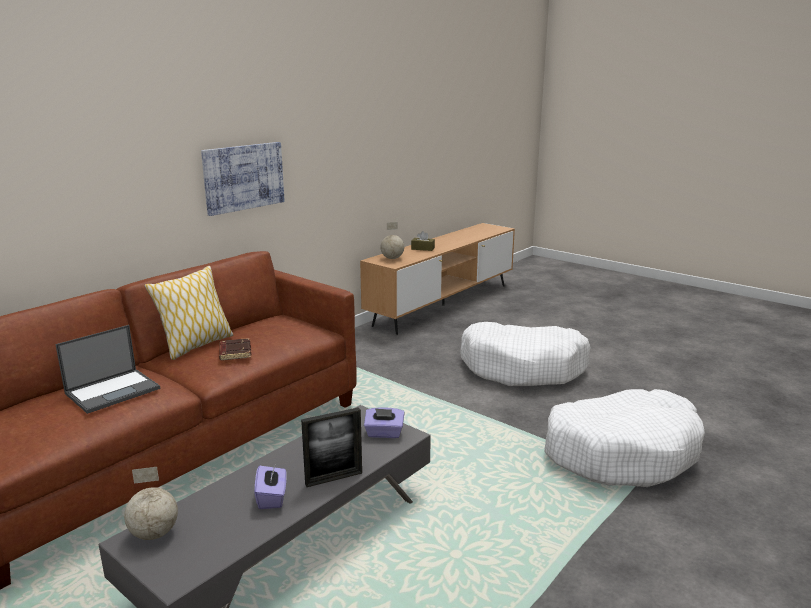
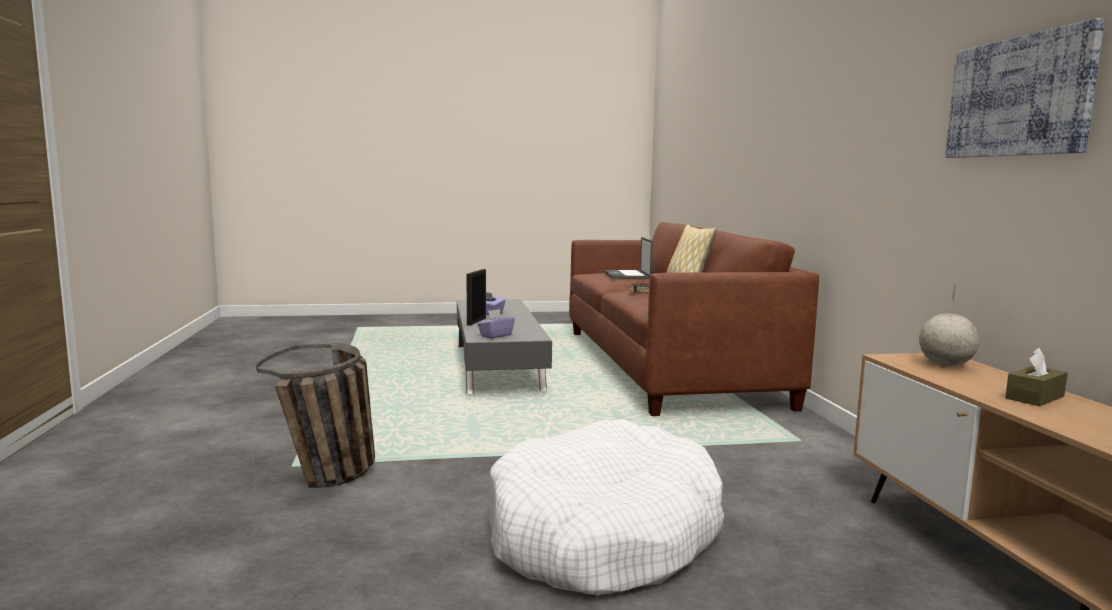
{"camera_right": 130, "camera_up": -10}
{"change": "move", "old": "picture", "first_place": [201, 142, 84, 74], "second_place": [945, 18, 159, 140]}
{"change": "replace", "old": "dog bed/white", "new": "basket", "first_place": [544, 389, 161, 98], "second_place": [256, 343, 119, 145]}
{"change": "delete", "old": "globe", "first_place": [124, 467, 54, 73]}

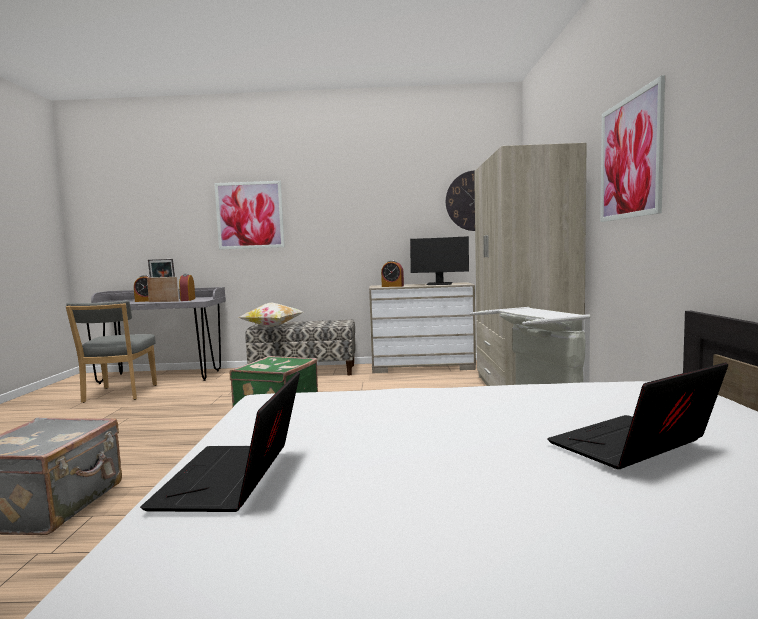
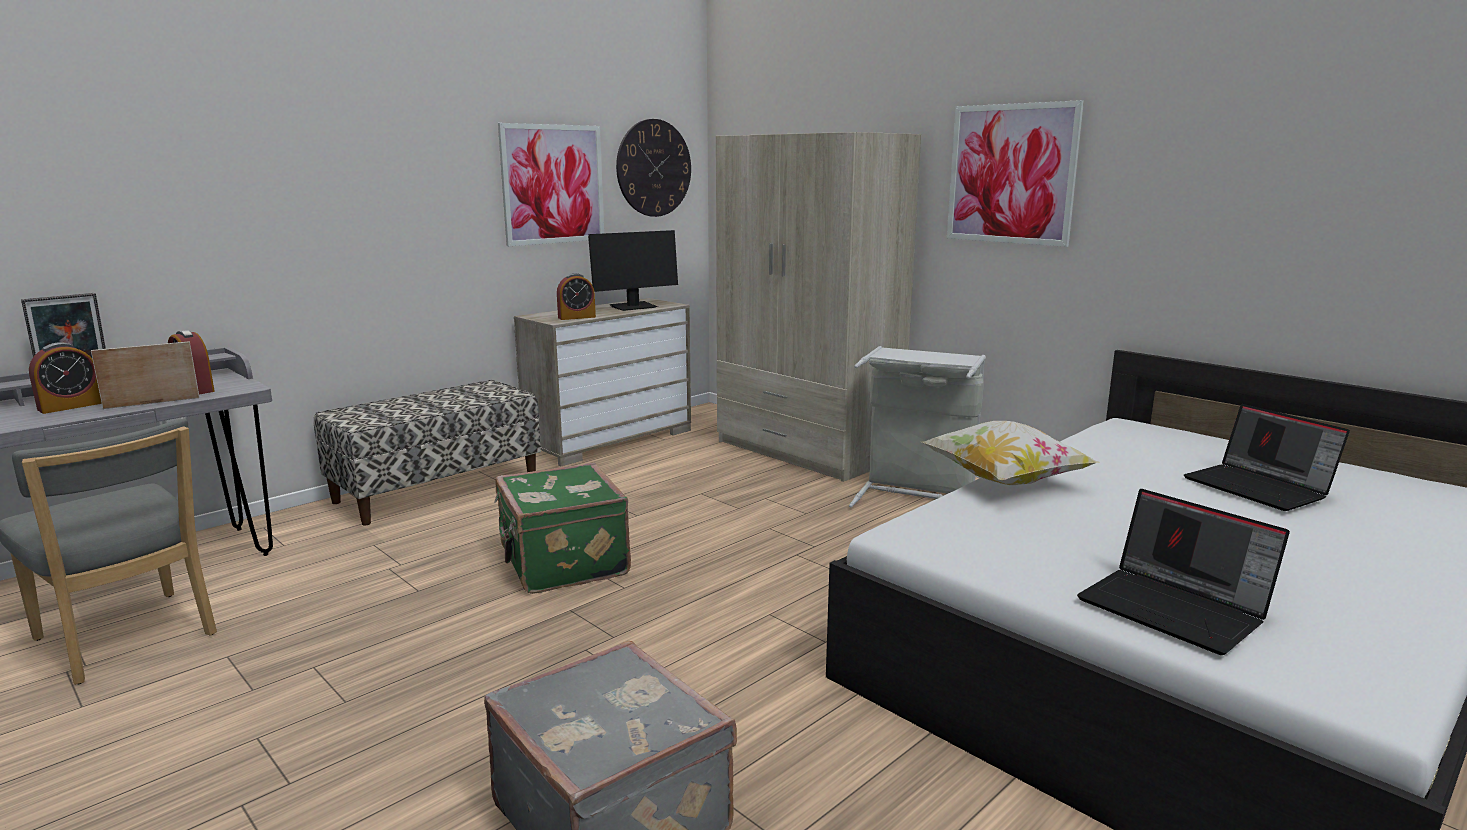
{"camera_right": -45, "camera_up": 10}
{"change": "move", "old": "picture", "first_place": [214, 181, 71, 69], "second_place": [498, 123, 106, 123]}
{"change": "move", "old": "pillow", "first_place": [238, 302, 65, 25], "second_place": [922, 421, 177, 64]}
{"change": "rotate", "old": "laptop", "first_place": [547, 362, 181, 107], "second_place": [1184, 404, 166, 107], "degrees": -45}

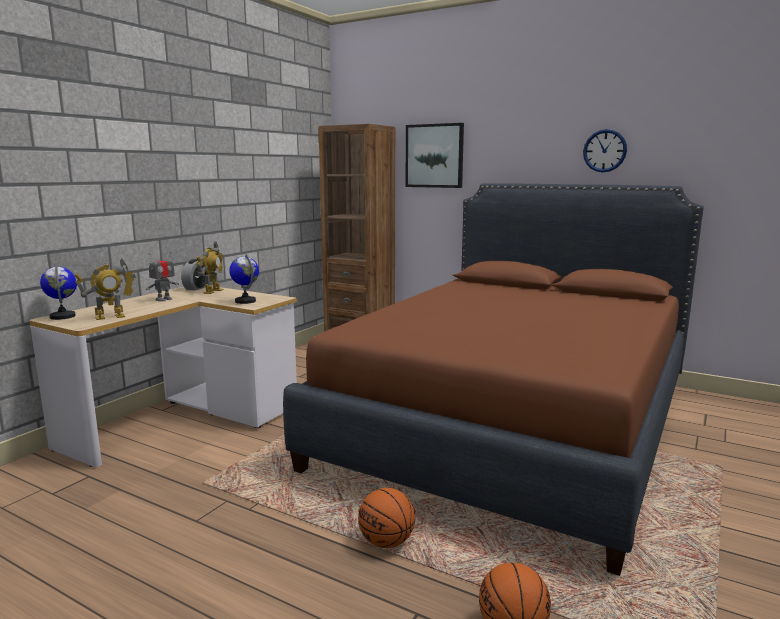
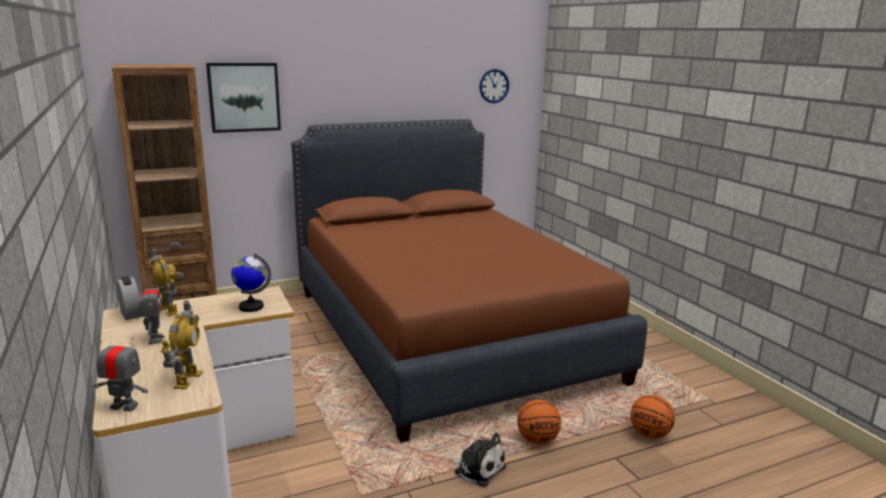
{"camera_right": -55, "camera_up": 5}
{"change": "move", "old": "wall clock", "first_place": [583, 129, 44, 43], "second_place": [479, 69, 30, 34]}
{"change": "replace", "old": "globe", "new": "toy robot", "first_place": [40, 264, 37, 56], "second_place": [94, 336, 54, 75]}
{"change": "insert", "new": "plush toy", "second_place": [449, 433, 58, 54]}

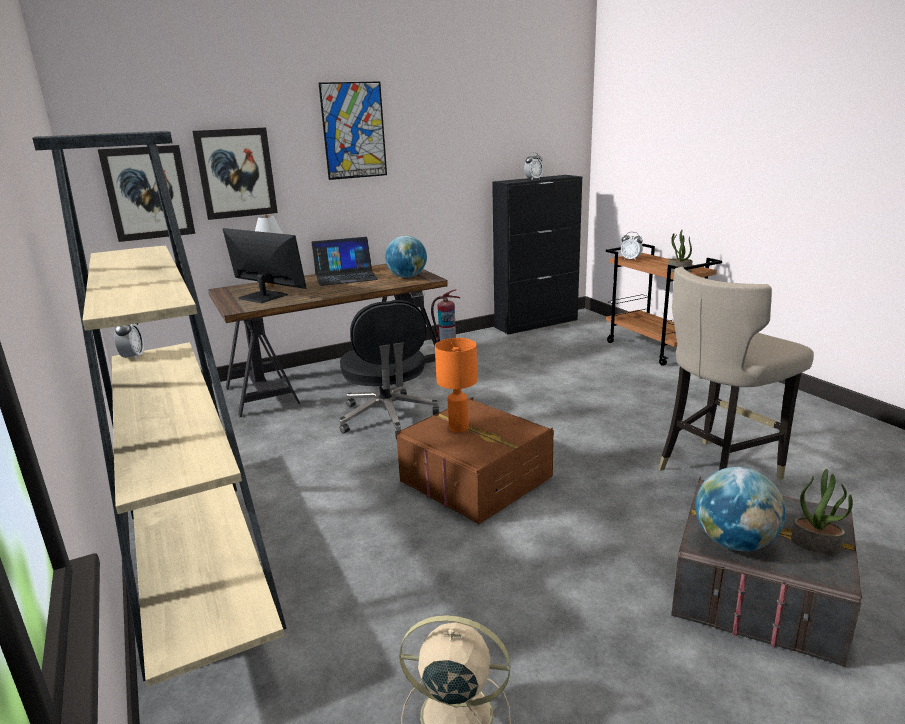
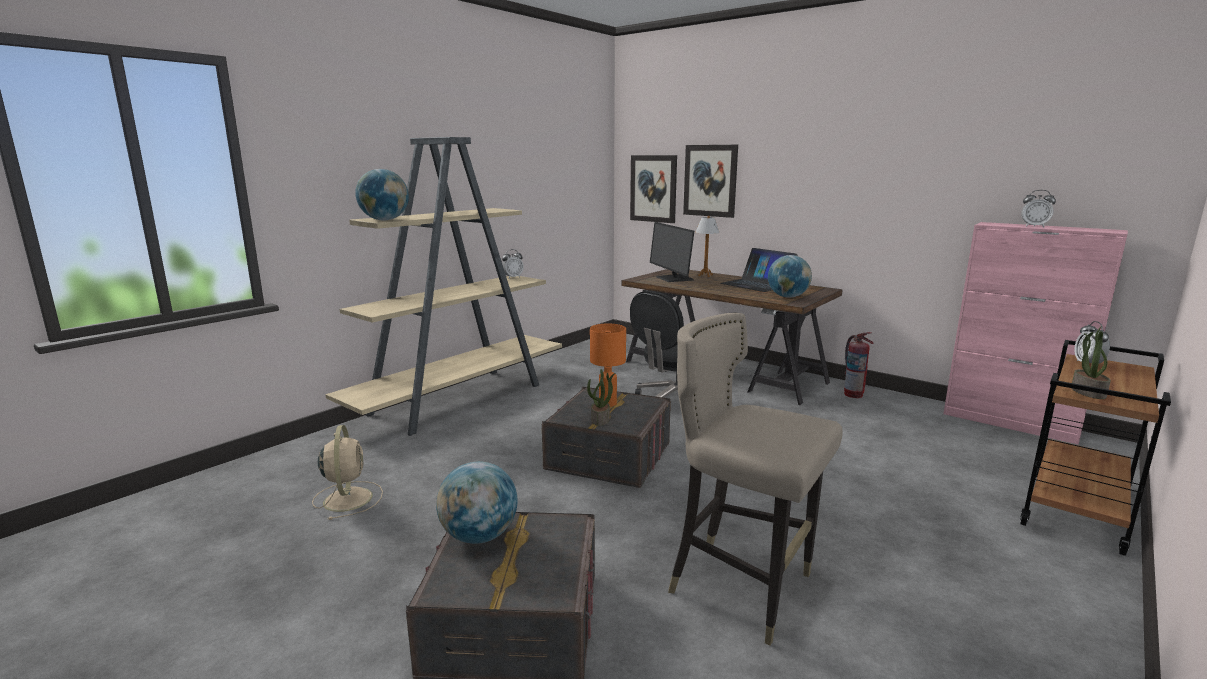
{"camera_right": 65, "camera_up": -5}
{"change": "delete", "old": "picture", "first_place": [319, 82, 68, 98]}
{"change": "recolor", "old": "cabinet/black", "new": "cabinet/pink", "first_place": [492, 175, 91, 160], "second_place": [943, 222, 185, 223]}
{"change": "rotate", "old": "monitor", "first_place": [223, 228, 84, 75], "second_place": [650, 222, 44, 60], "degrees": 150}
{"change": "recolor", "old": "storage box/brown", "new": "storage box/grey", "first_place": [396, 397, 158, 127], "second_place": [542, 387, 129, 101]}
{"change": "move", "old": "potted plant", "first_place": [791, 469, 62, 85], "second_place": [587, 369, 29, 57]}
{"change": "insert", "new": "globe", "second_place": [355, 169, 54, 51]}

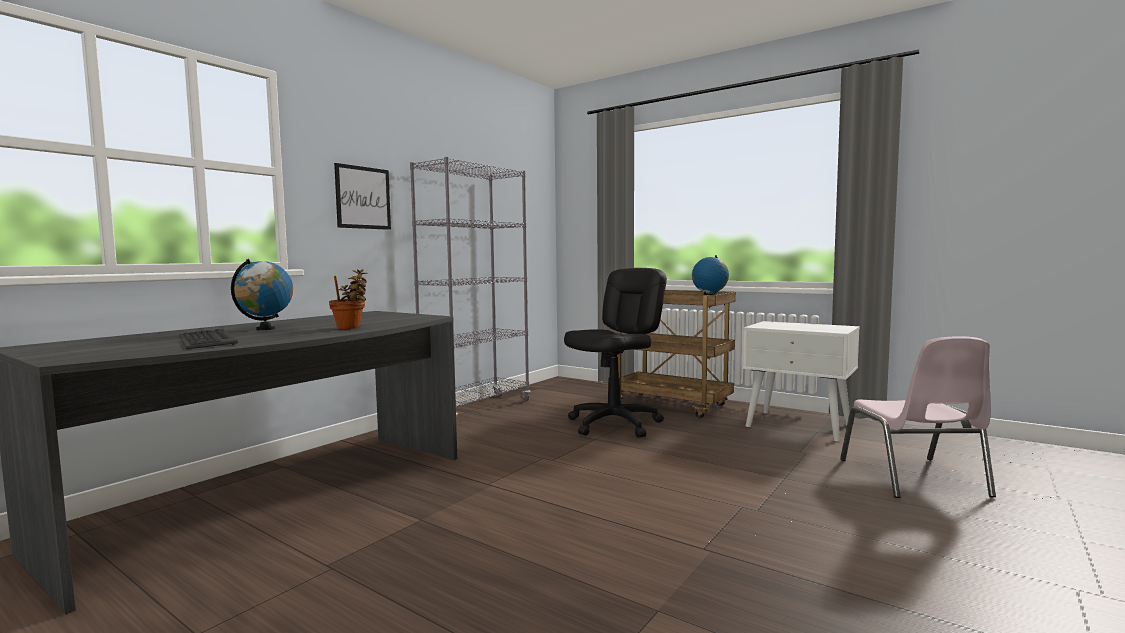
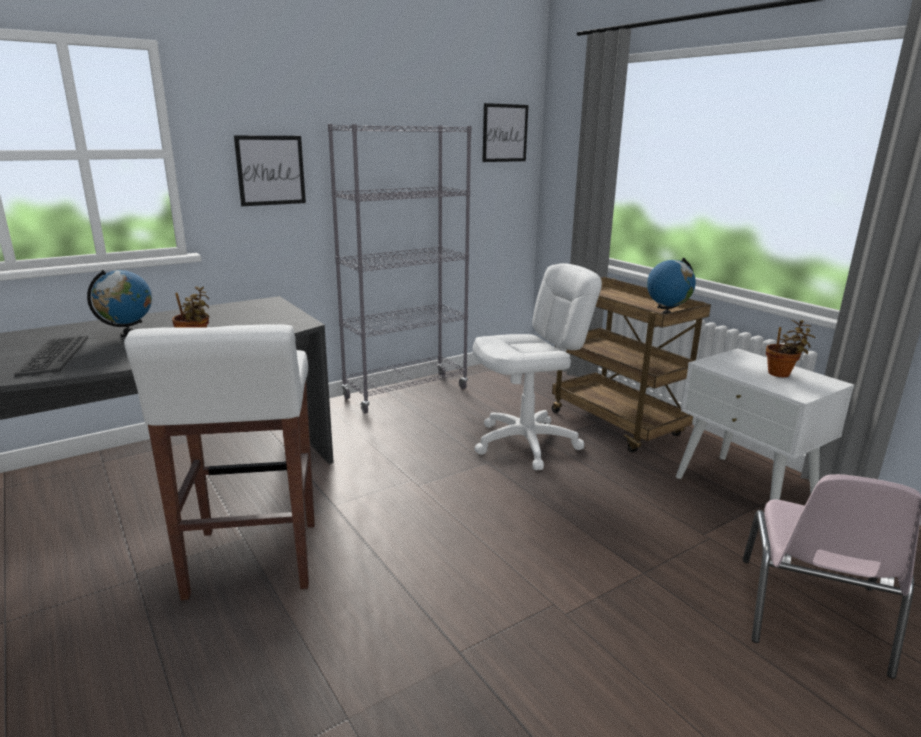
{"camera_right": 20, "camera_up": 15}
{"change": "recolor", "old": "office chair/black", "new": "office chair/white", "first_place": [564, 268, 103, 170], "second_place": [473, 263, 129, 207]}
{"change": "insert", "new": "picture", "second_place": [482, 103, 46, 59]}
{"change": "insert", "new": "potted plant", "second_place": [766, 320, 49, 57]}
{"change": "insert", "new": "stool/white", "second_place": [124, 324, 191, 276]}

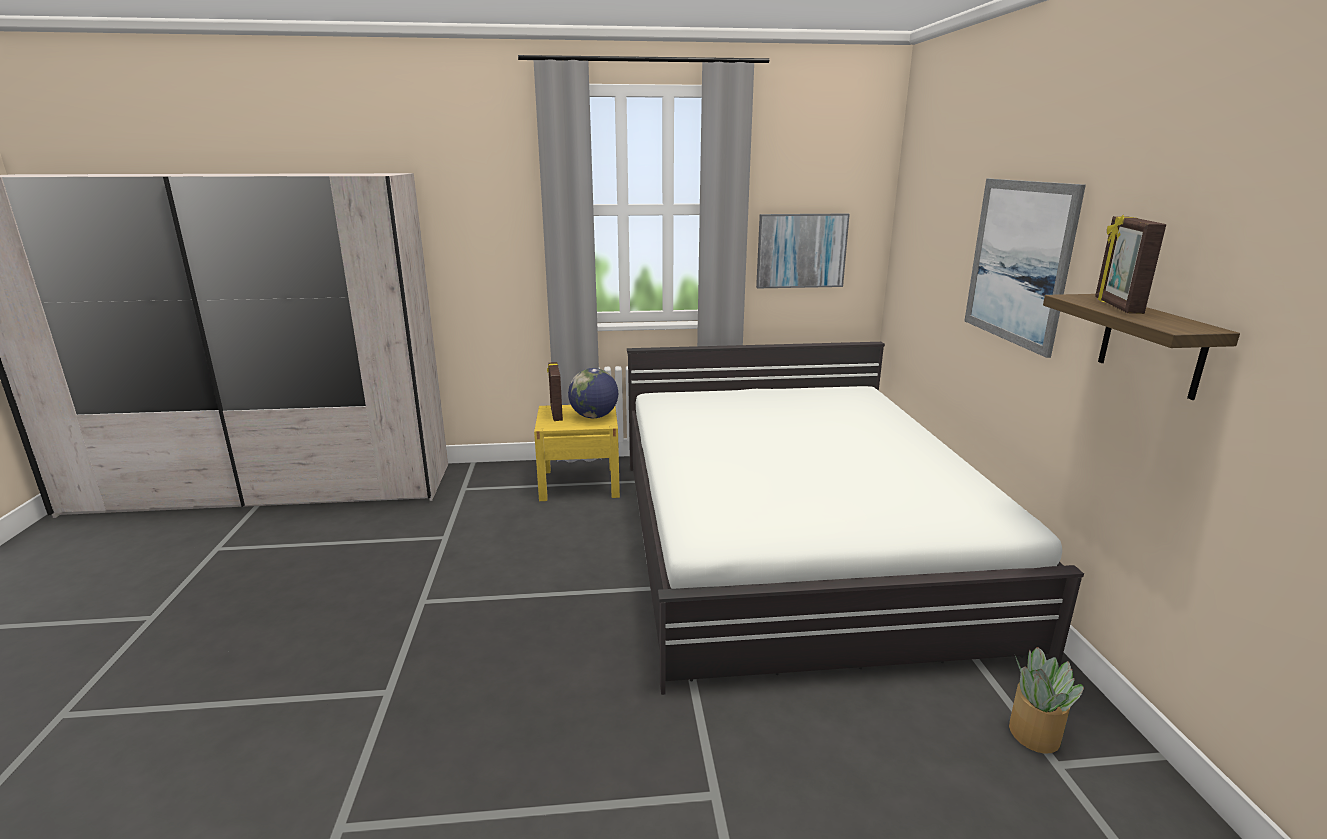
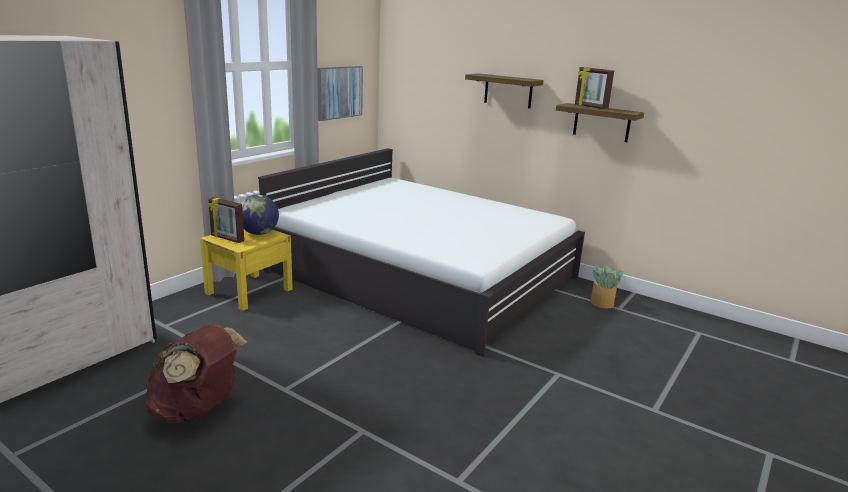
{"camera_right": -50, "camera_up": 0}
{"change": "replace", "old": "picture", "new": "shelf", "first_place": [964, 179, 122, 179], "second_place": [465, 73, 79, 36]}
{"change": "insert", "new": "backpack/brown", "second_place": [145, 325, 102, 98]}

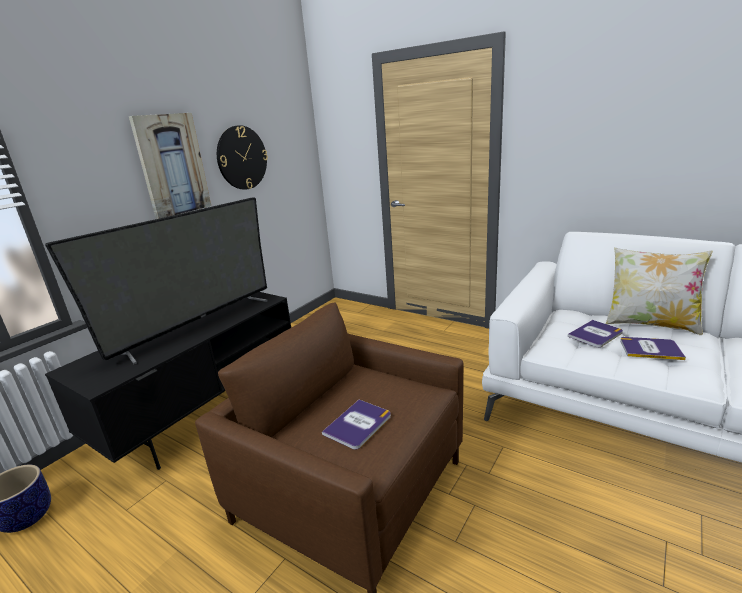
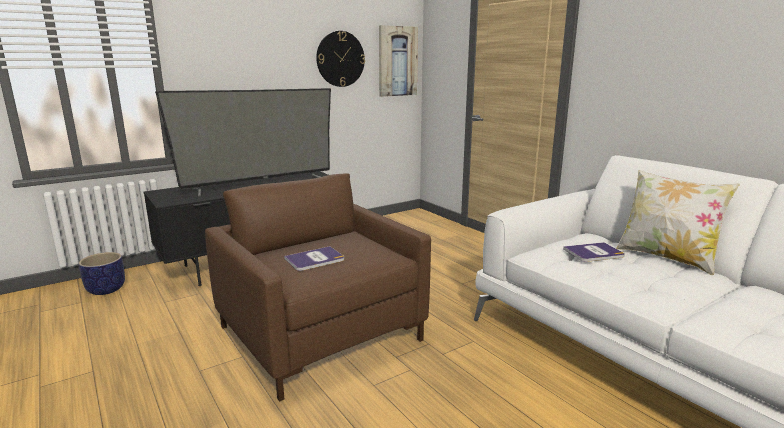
{"camera_right": 20, "camera_up": -5}
{"change": "move", "old": "picture", "first_place": [129, 113, 82, 106], "second_place": [379, 25, 39, 72]}
{"change": "delete", "old": "book", "first_place": [620, 337, 66, 23]}

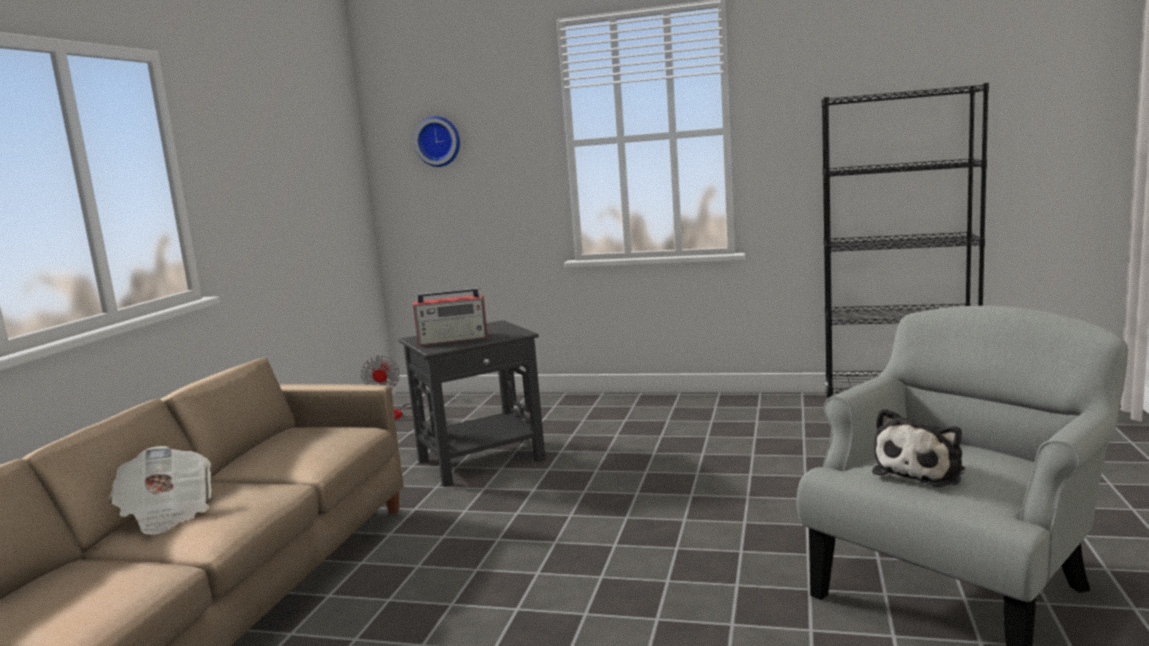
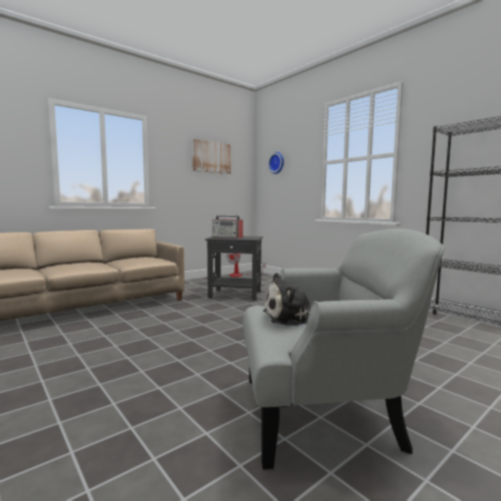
{"camera_right": 35, "camera_up": -5}
{"change": "delete", "old": "newspaper", "first_place": [109, 446, 103, 89]}
{"change": "insert", "new": "picture", "second_place": [192, 139, 39, 35]}

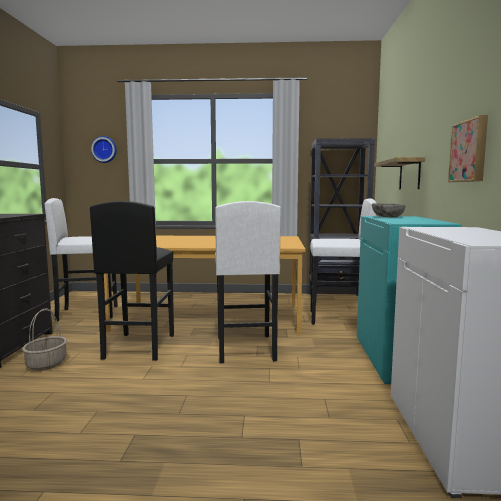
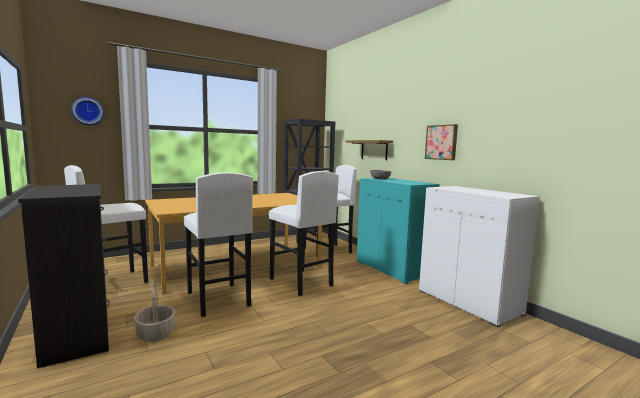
{"camera_right": -35, "camera_up": 0}
{"change": "recolor", "old": "stool/black", "new": "stool/white", "first_place": [90, 201, 84, 160], "second_place": [184, 172, 69, 145]}

